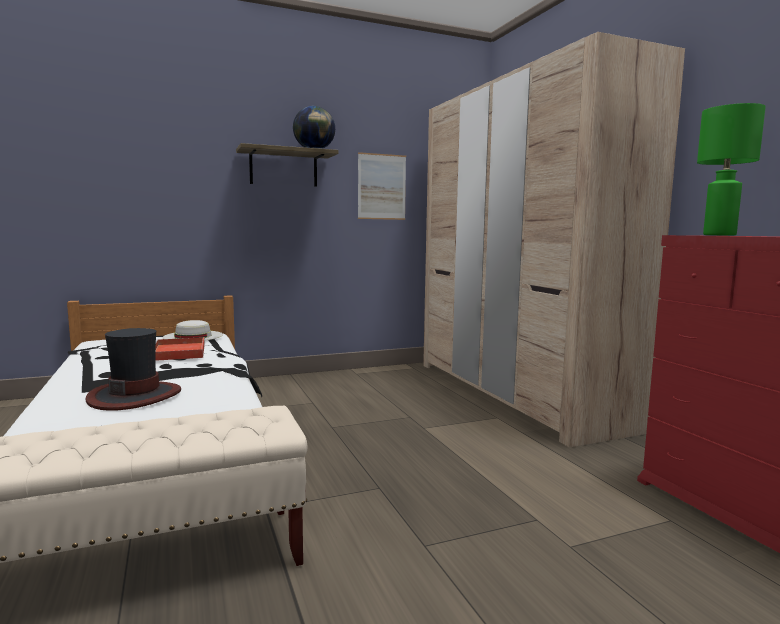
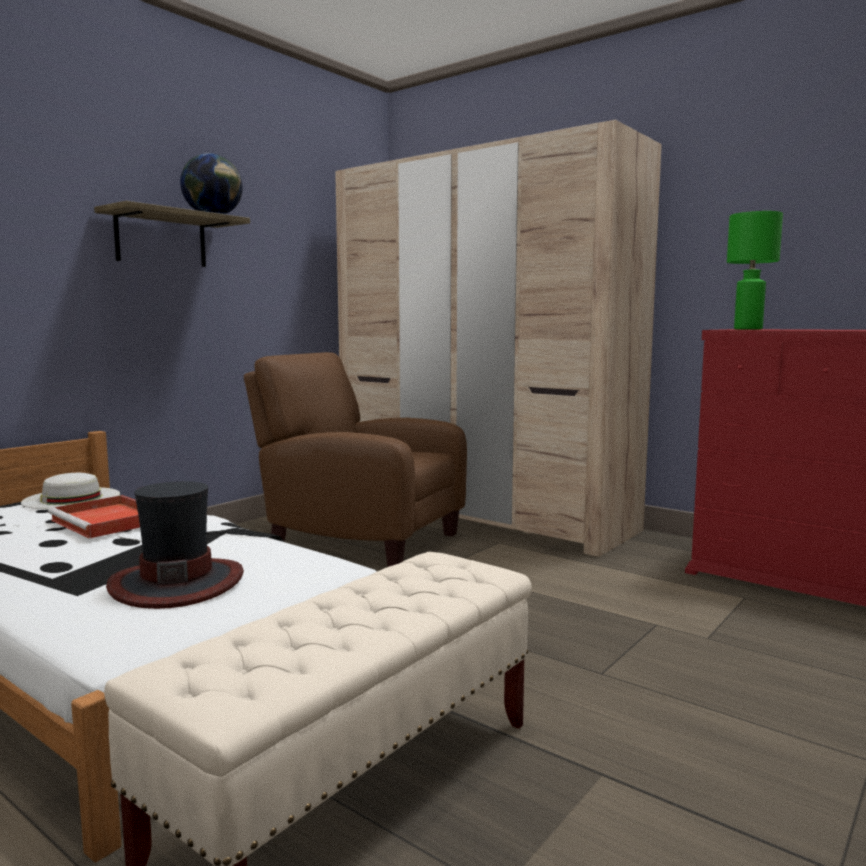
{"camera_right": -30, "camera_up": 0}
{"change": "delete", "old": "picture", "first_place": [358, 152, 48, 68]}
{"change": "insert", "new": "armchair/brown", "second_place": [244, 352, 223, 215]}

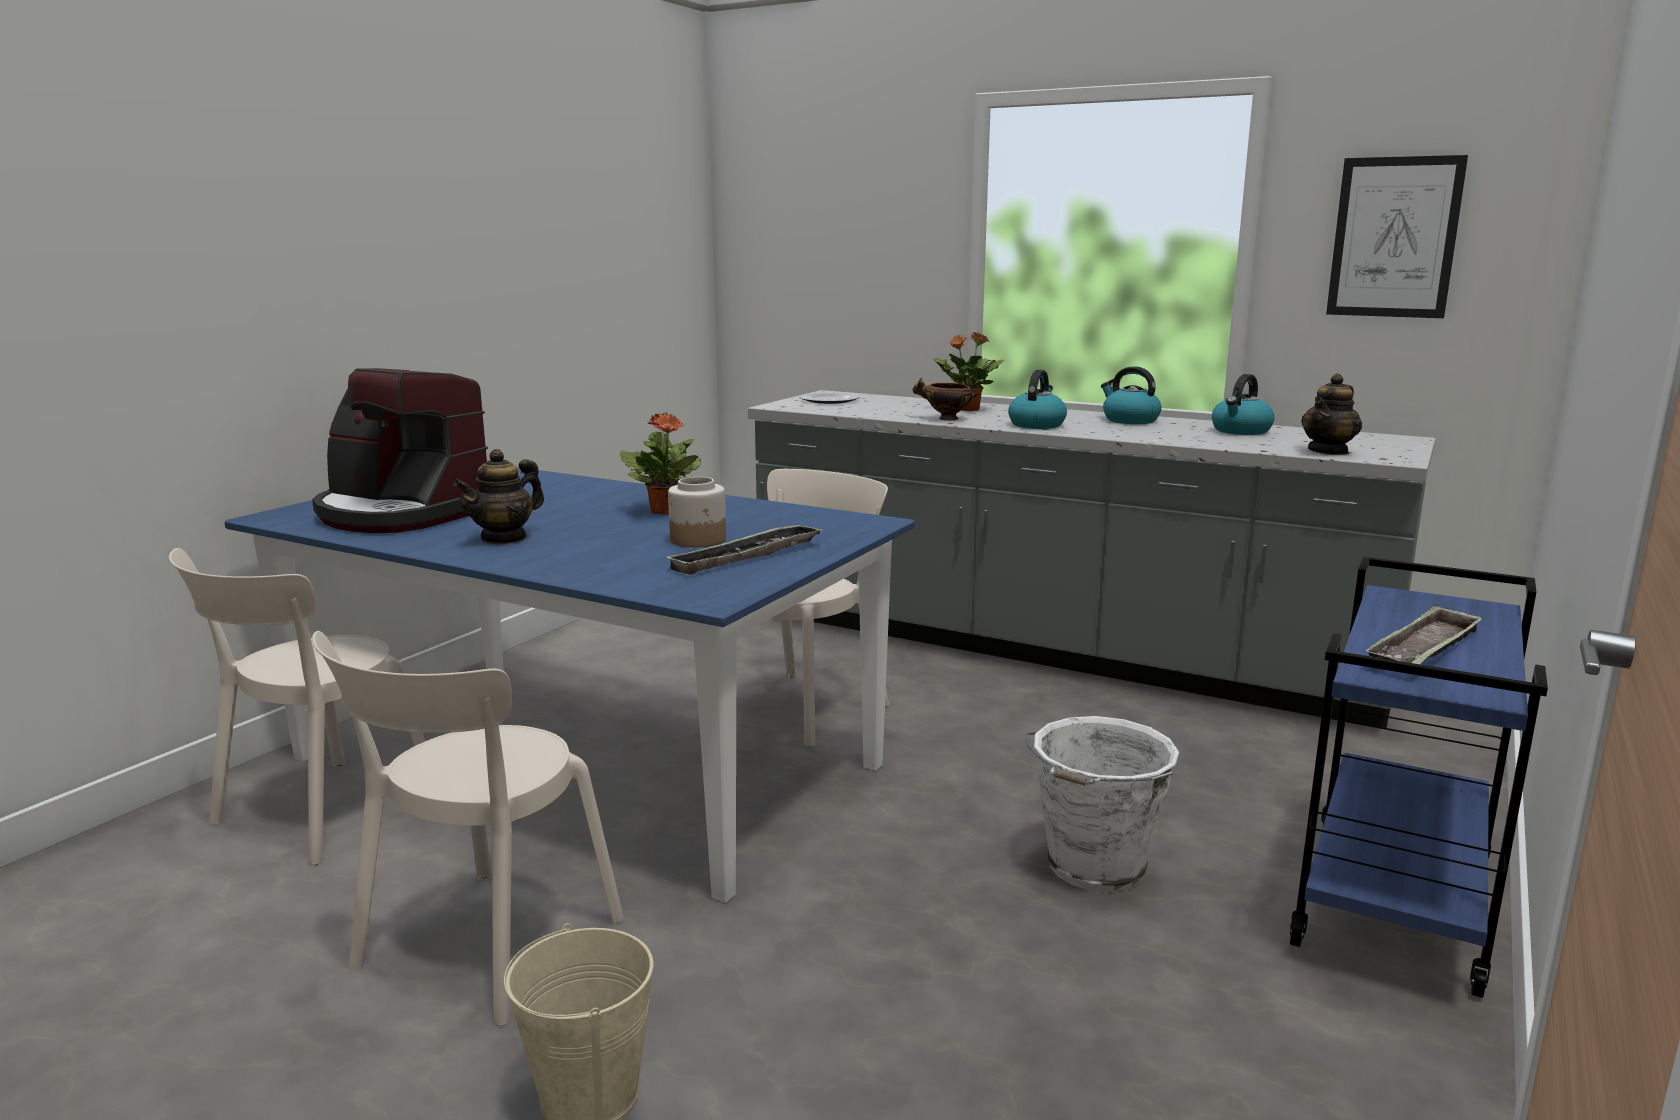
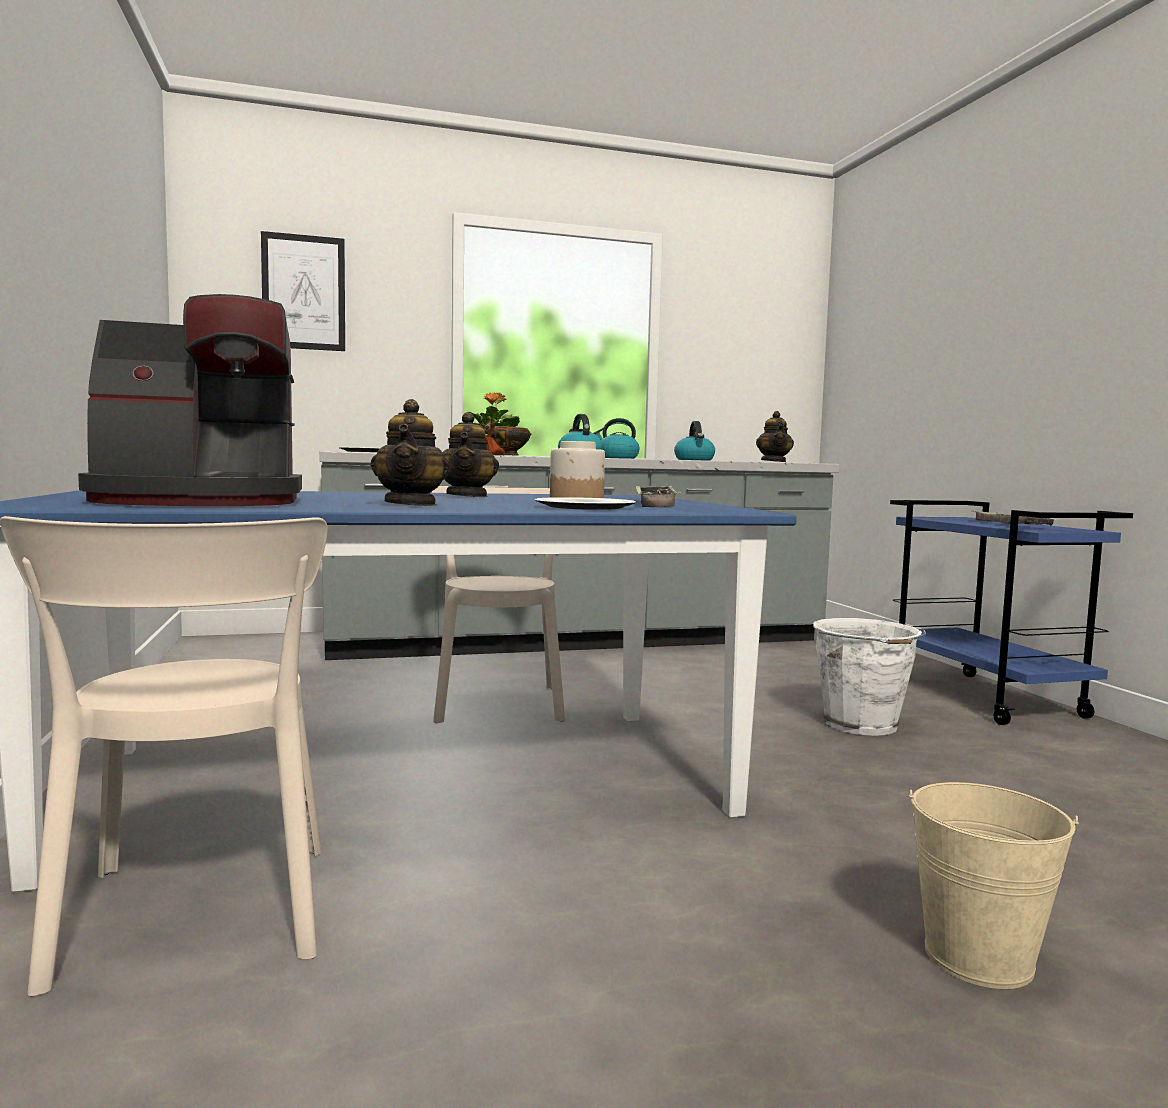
{"camera_right": -45, "camera_up": -10}
{"change": "move", "old": "picture", "first_place": [1326, 155, 142, 163], "second_place": [261, 231, 84, 120]}
{"change": "replace", "old": "potted plant", "new": "teapot", "first_place": [620, 412, 81, 103], "second_place": [443, 412, 56, 85]}
{"change": "delete", "old": "chair/beige", "first_place": [312, 631, 312, 395]}
{"change": "insert", "new": "plate", "second_place": [535, 497, 101, 13]}

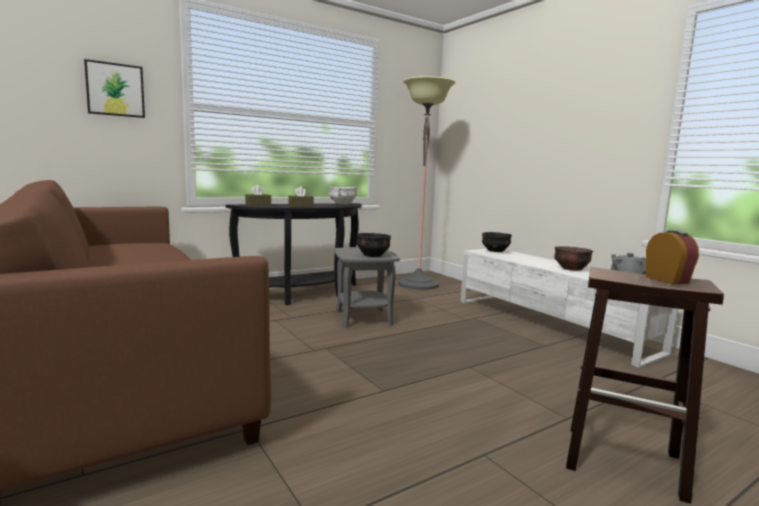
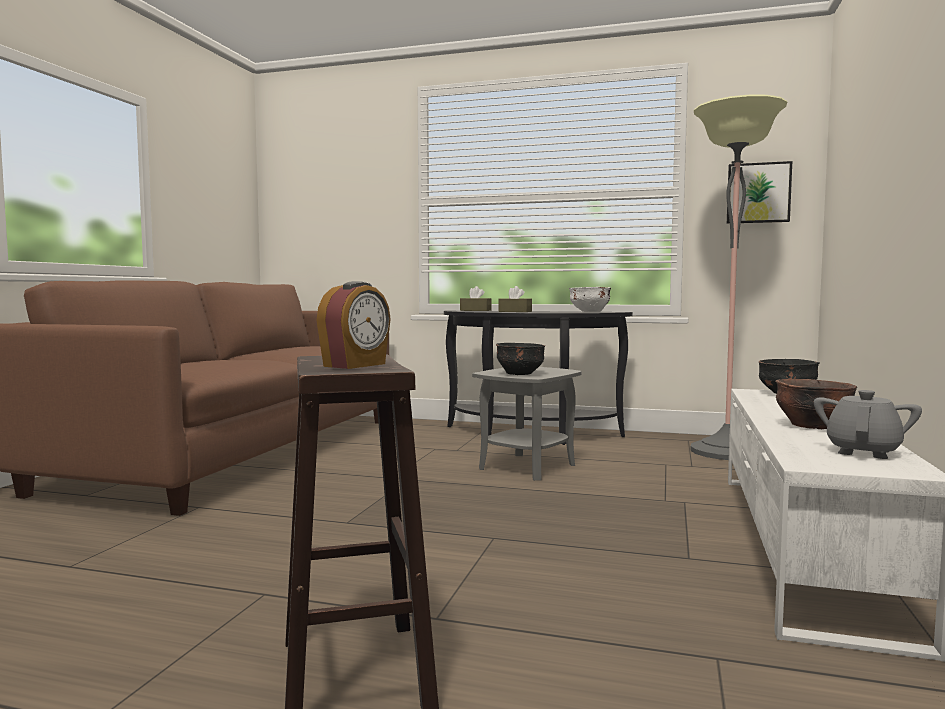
{"camera_right": 50, "camera_up": -5}
{"change": "move", "old": "picture", "first_place": [84, 59, 61, 59], "second_place": [727, 161, 65, 63]}

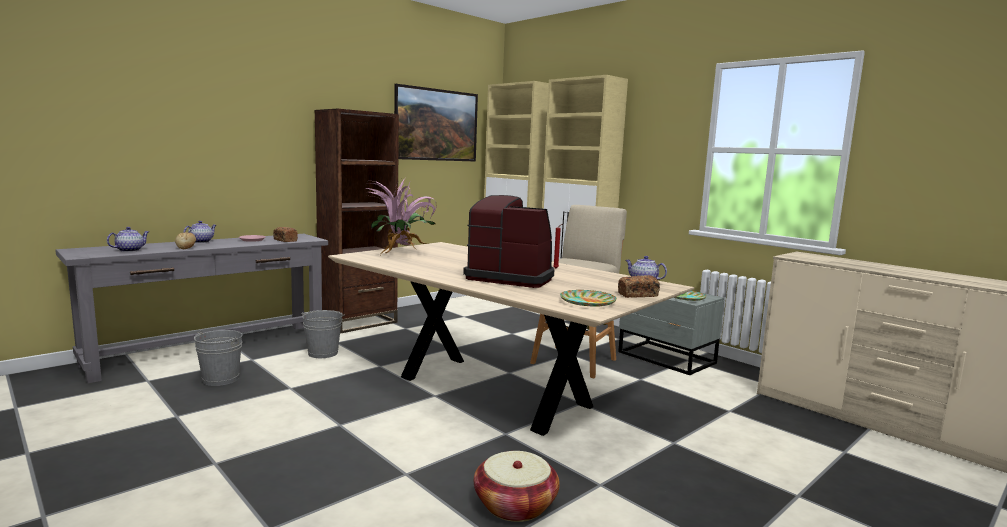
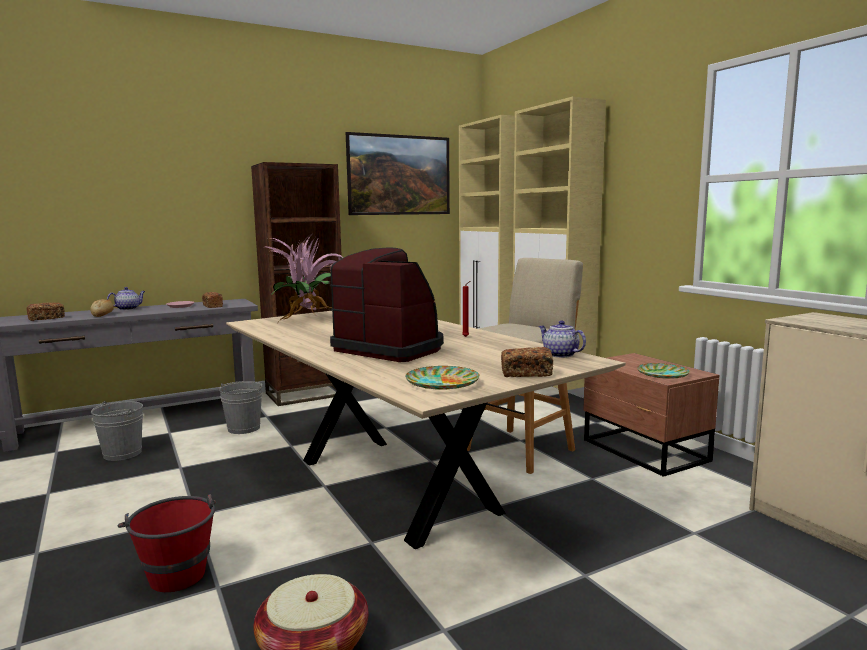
{"camera_right": 15, "camera_up": 0}
{"change": "replace", "old": "teapot", "new": "bread", "first_place": [107, 227, 42, 25], "second_place": [26, 302, 39, 19]}
{"change": "recolor", "old": "nightstand/grey", "new": "nightstand/brown", "first_place": [618, 293, 106, 82], "second_place": [583, 353, 136, 124]}
{"change": "insert", "new": "bucket/red", "second_place": [118, 494, 98, 98]}

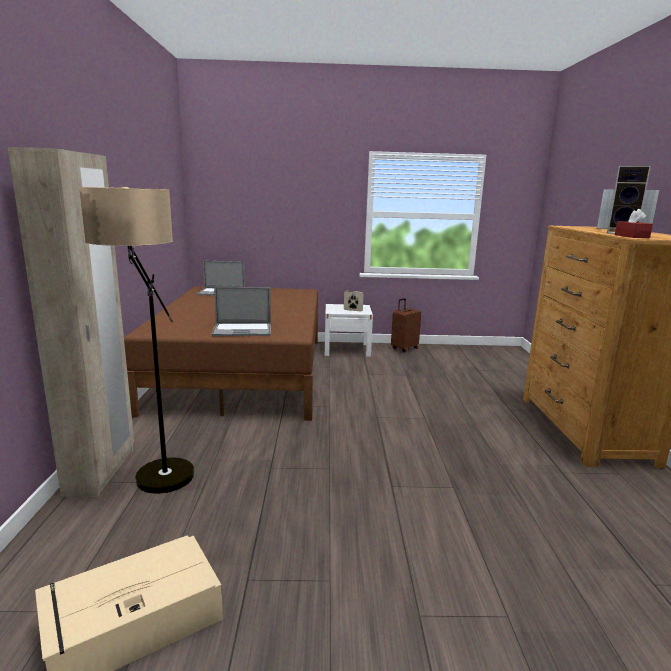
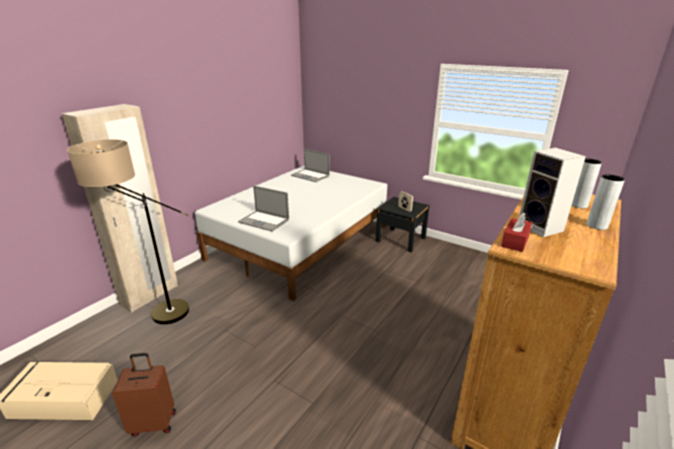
{"camera_right": 35, "camera_up": 10}
{"change": "recolor", "old": "bed/brown", "new": "bed/white", "first_place": [124, 286, 194, 135], "second_place": [195, 166, 192, 135]}
{"change": "move", "old": "suitcase/brown", "first_place": [391, 298, 30, 54], "second_place": [112, 353, 64, 84]}
{"change": "recolor", "old": "nightstand/white", "new": "nightstand/black", "first_place": [325, 304, 48, 53], "second_place": [376, 197, 54, 55]}

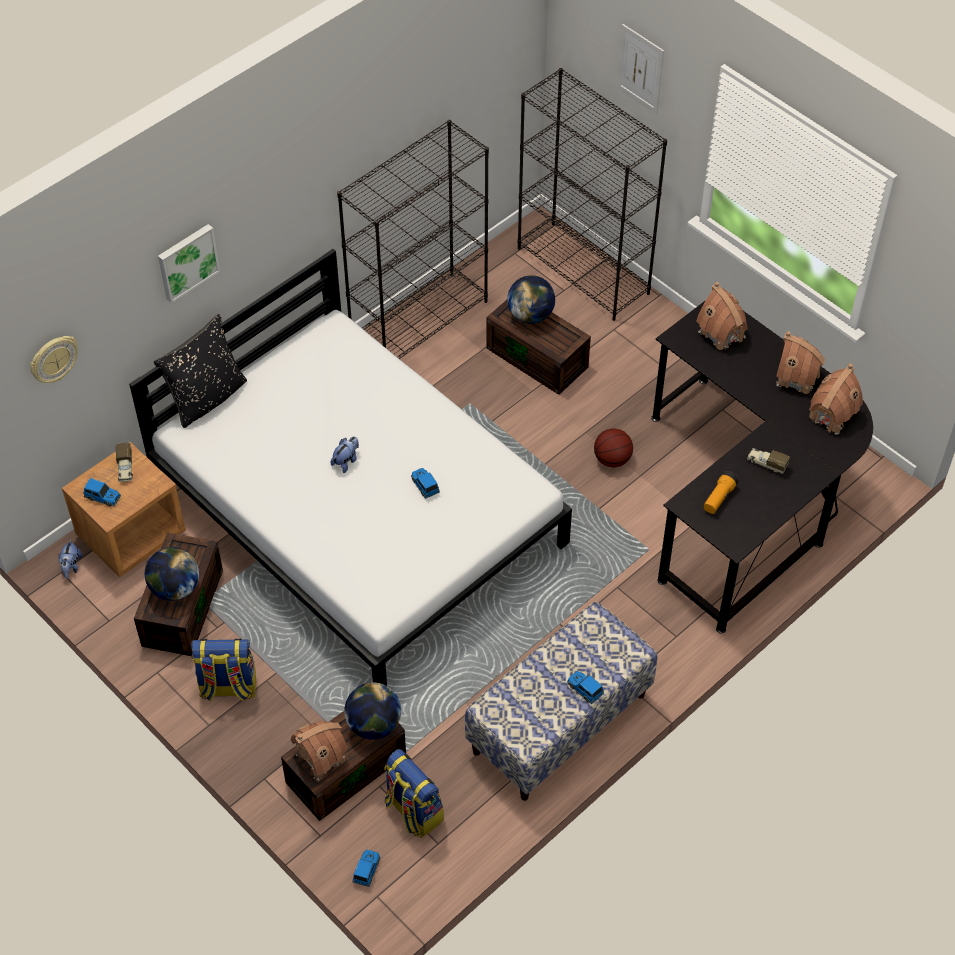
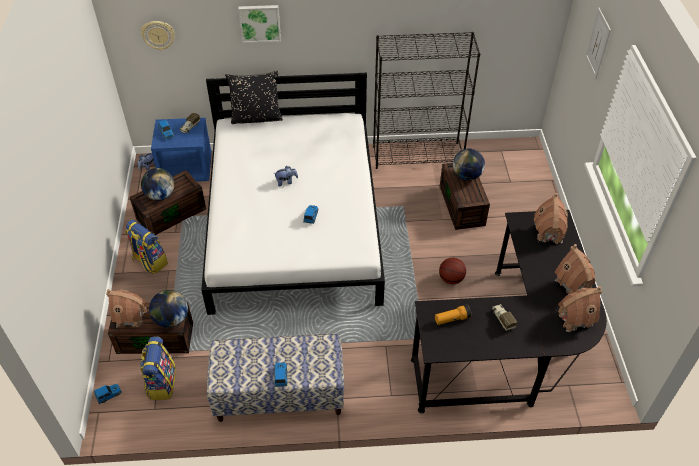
{"camera_right": 40, "camera_up": -5}
{"change": "delete", "old": "bookcase/black", "first_place": [517, 68, 150, 253]}
{"change": "recolor", "old": "nightstand/brown", "new": "nightstand/blue", "first_place": [62, 442, 124, 135], "second_place": [151, 118, 61, 64]}

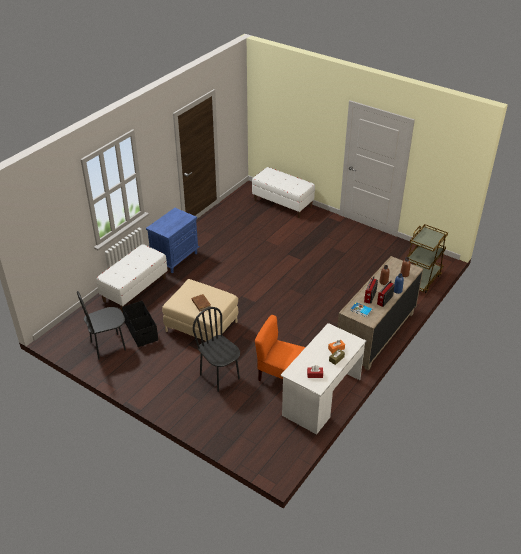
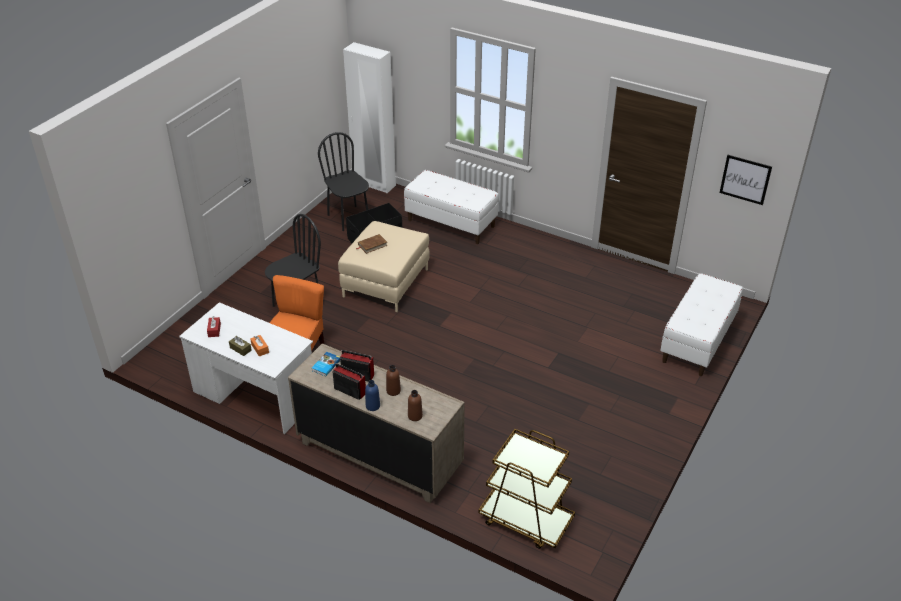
{"camera_right": 85, "camera_up": 0}
{"change": "delete", "old": "nightstand/blue", "first_place": [146, 208, 53, 65]}
{"change": "insert", "new": "wardrobe/white", "second_place": [343, 42, 53, 151]}
{"change": "insert", "new": "picture", "second_place": [719, 155, 53, 50]}

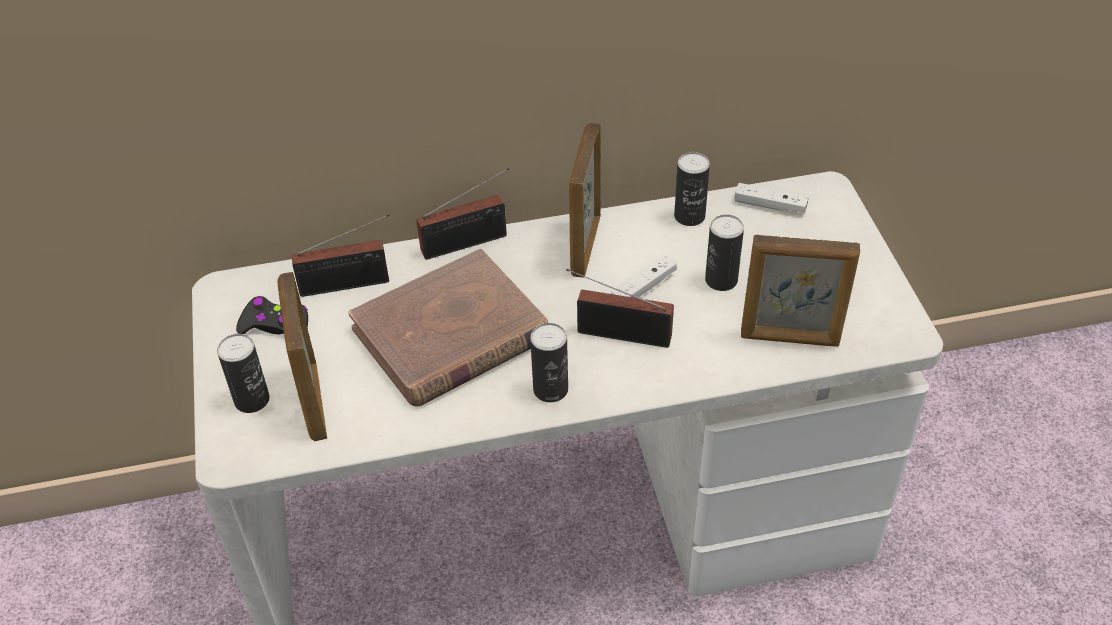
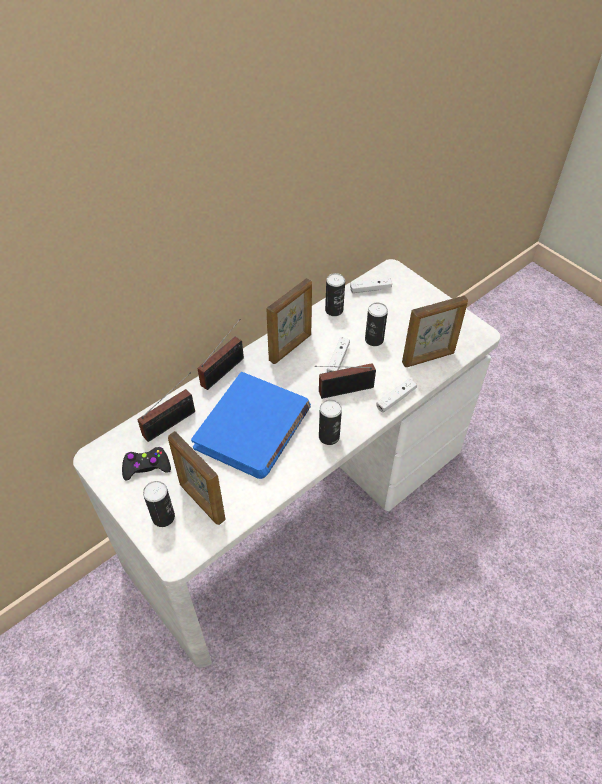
{"camera_right": -30, "camera_up": 5}
{"change": "rotate", "old": "picture frame", "first_place": [569, 123, 32, 154], "second_place": [266, 278, 46, 86], "degrees": -120}
{"change": "recolor", "old": "book/brown", "new": "book/blue", "first_place": [348, 249, 200, 158], "second_place": [191, 372, 120, 107]}
{"change": "insert", "new": "game controller/white", "second_place": [376, 378, 41, 35]}

